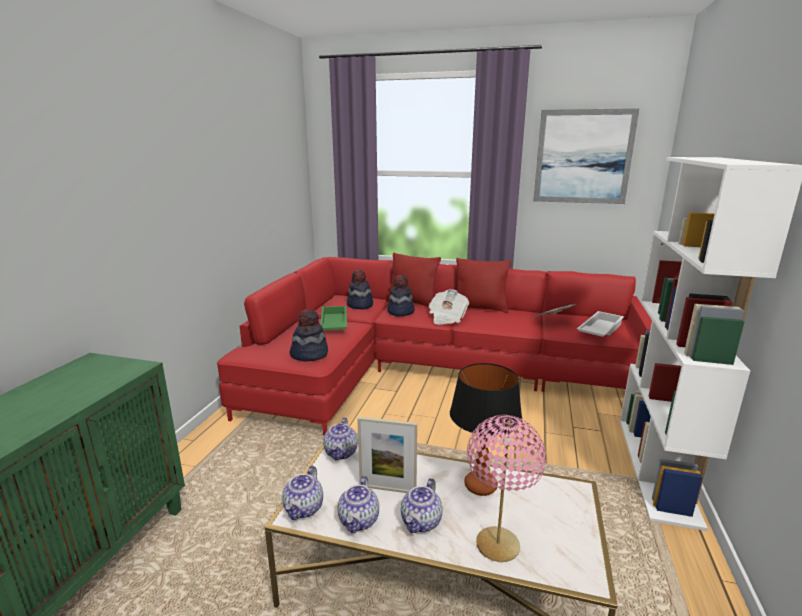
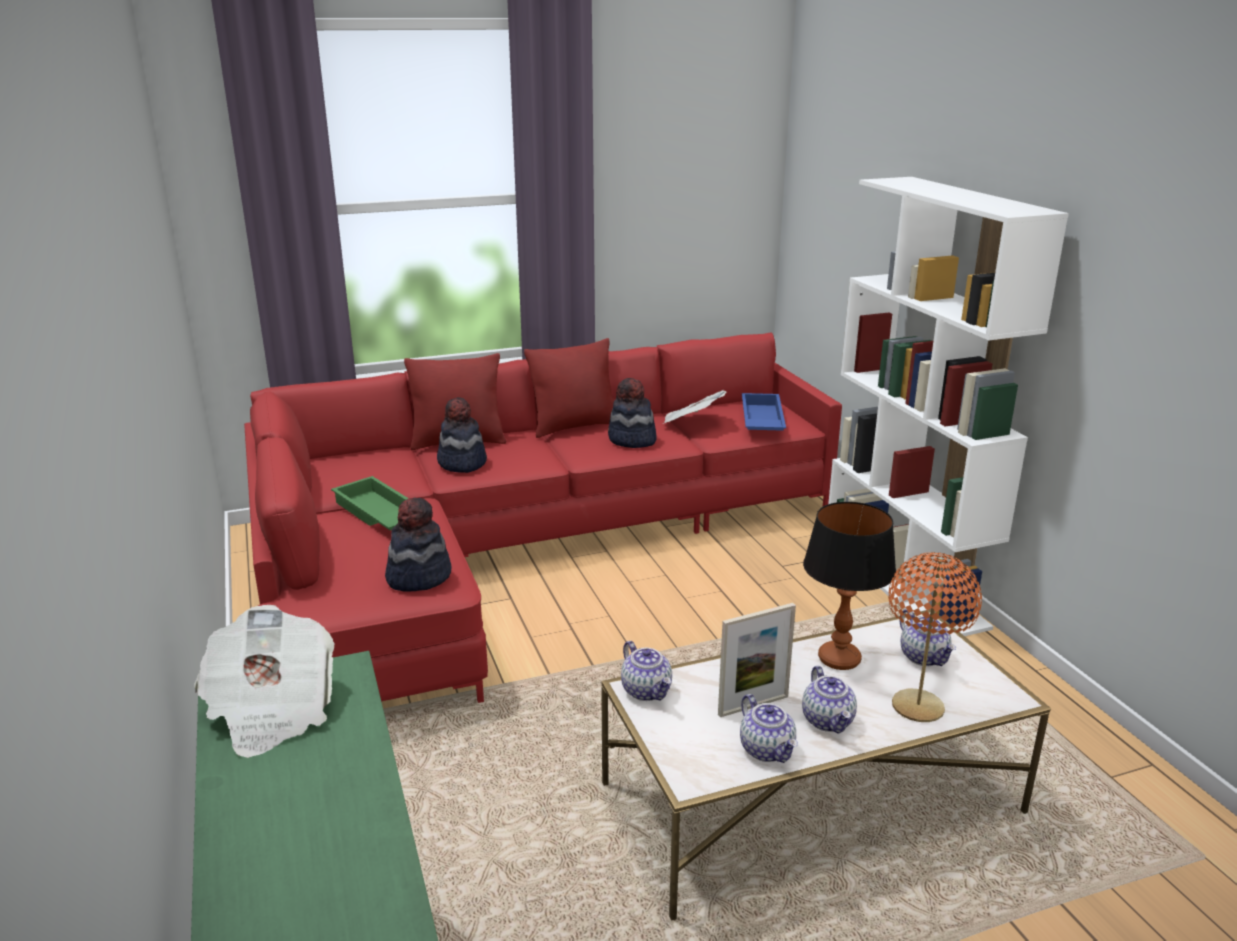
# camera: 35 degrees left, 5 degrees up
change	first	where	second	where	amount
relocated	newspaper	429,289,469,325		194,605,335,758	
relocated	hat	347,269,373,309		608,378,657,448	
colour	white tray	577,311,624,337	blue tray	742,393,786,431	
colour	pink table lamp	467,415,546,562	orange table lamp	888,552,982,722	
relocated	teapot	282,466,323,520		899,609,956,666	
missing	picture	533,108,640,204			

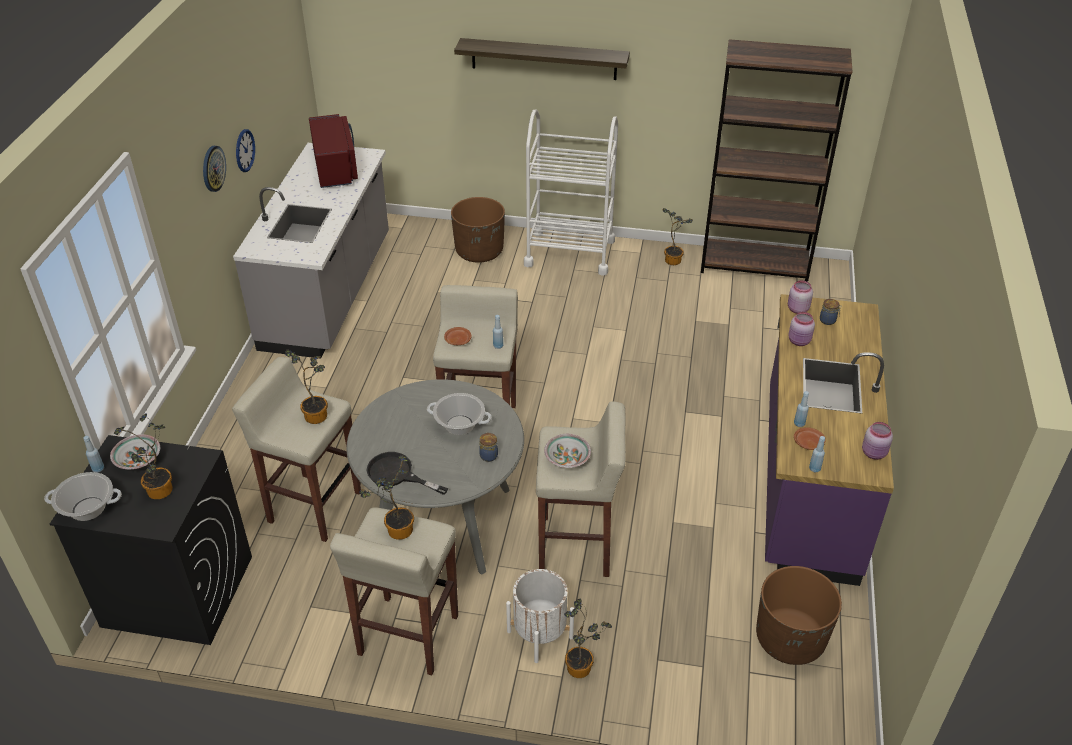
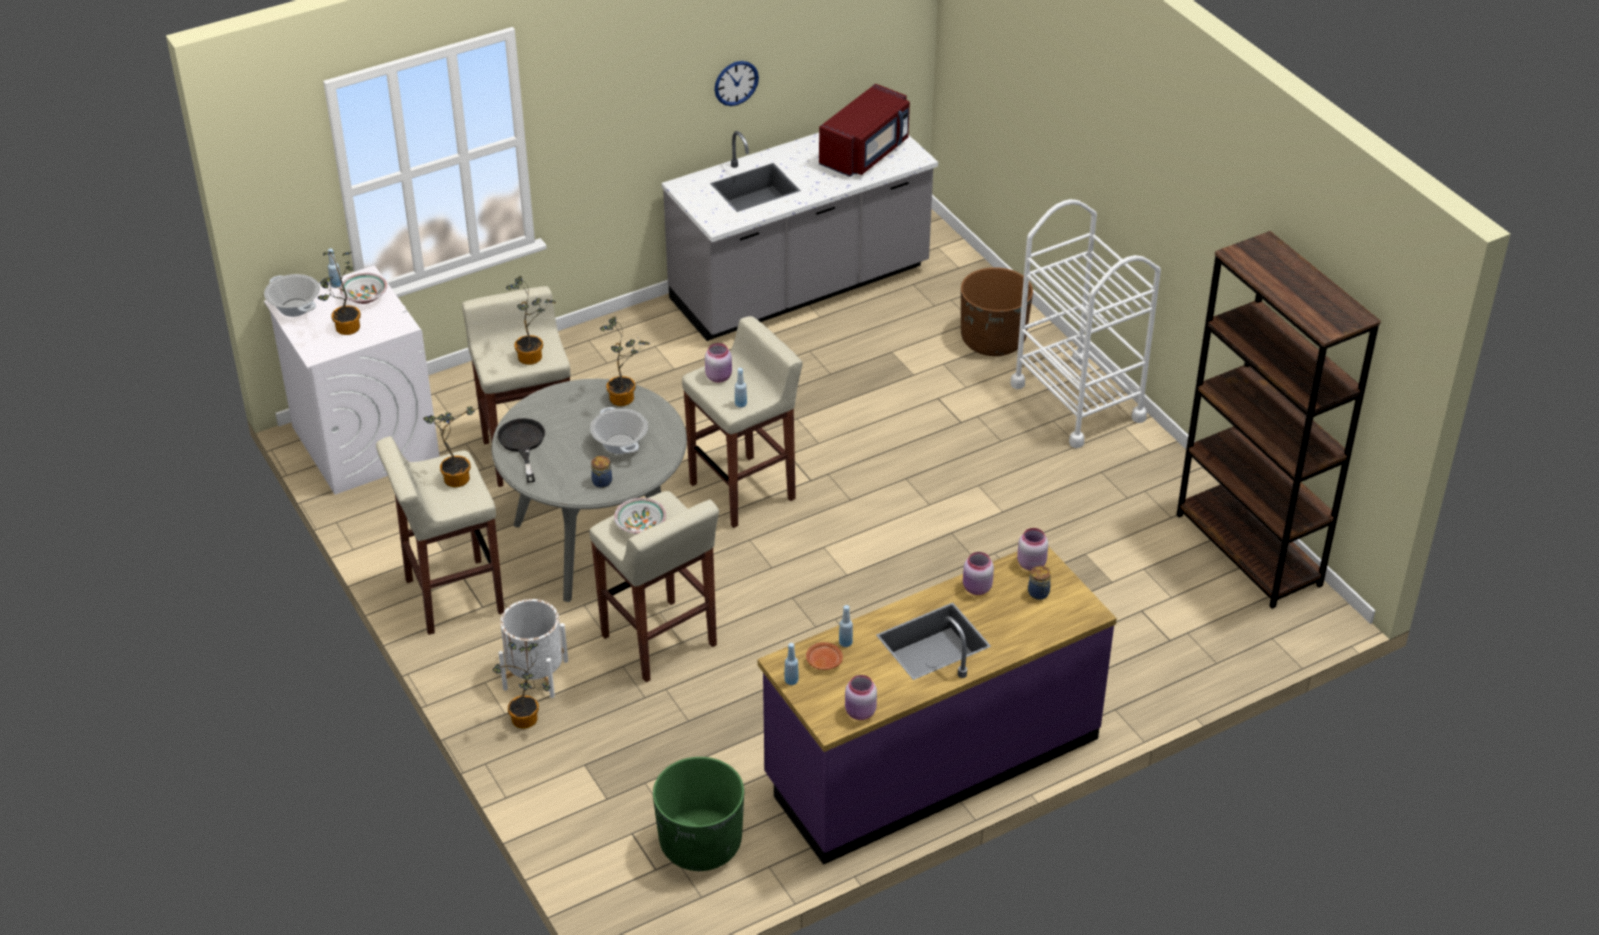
# camera: 50 degrees right, 0 degrees up
change	first	where	second	where	amount
colour	black washing machine	50,435,252,645	white washing machine	264,266,440,495	
relocated	potted plant	663,208,693,265		600,316,650,406	
colour	brown planter	756,566,842,665	green planter	653,757,744,871	
exchanged	brown plate	444,327,472,345	pink jar	705,343,732,383	
missing	wall clock	203,146,226,192			
missing	shelf	454,38,630,80			

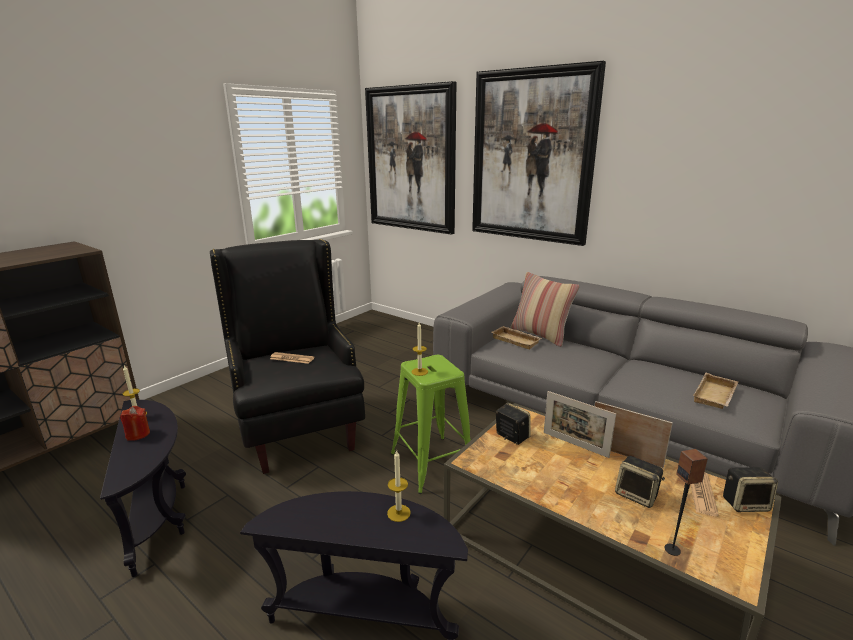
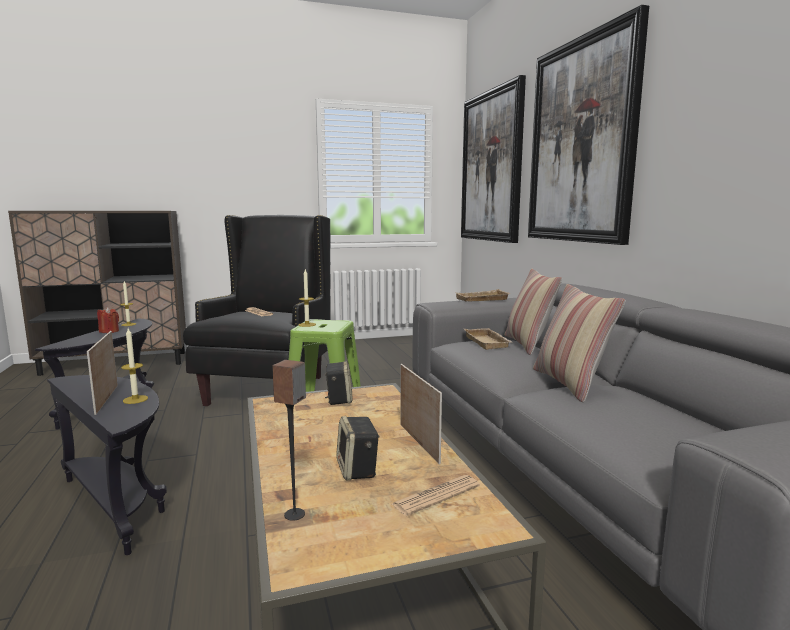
# camera: 35 degrees right, 10 degrees down
change	first	where	second	where	amount
relocated	picture frame	544,391,616,458		87,331,118,415	
relocated	beige tray	693,373,738,409		455,289,511,301	
appeared			pillow	533,284,625,403	
missing	speaker	723,467,778,512			

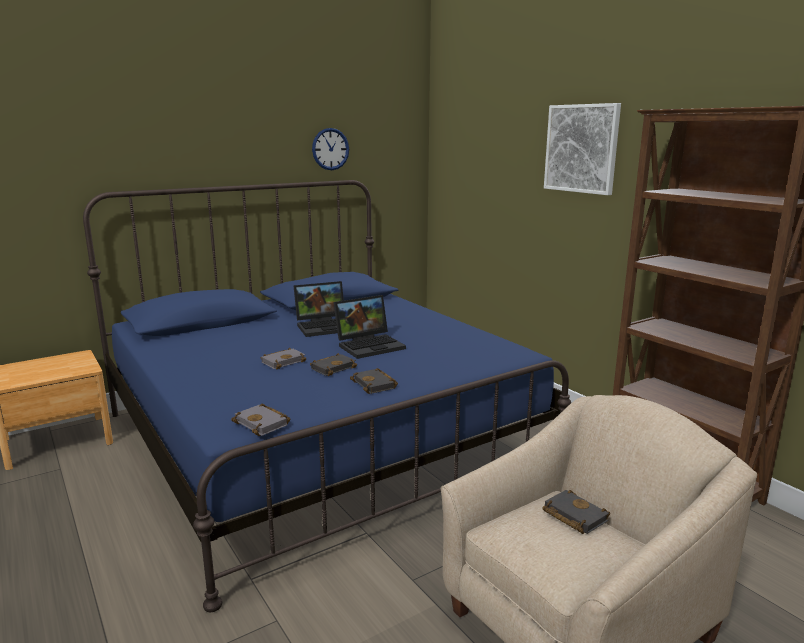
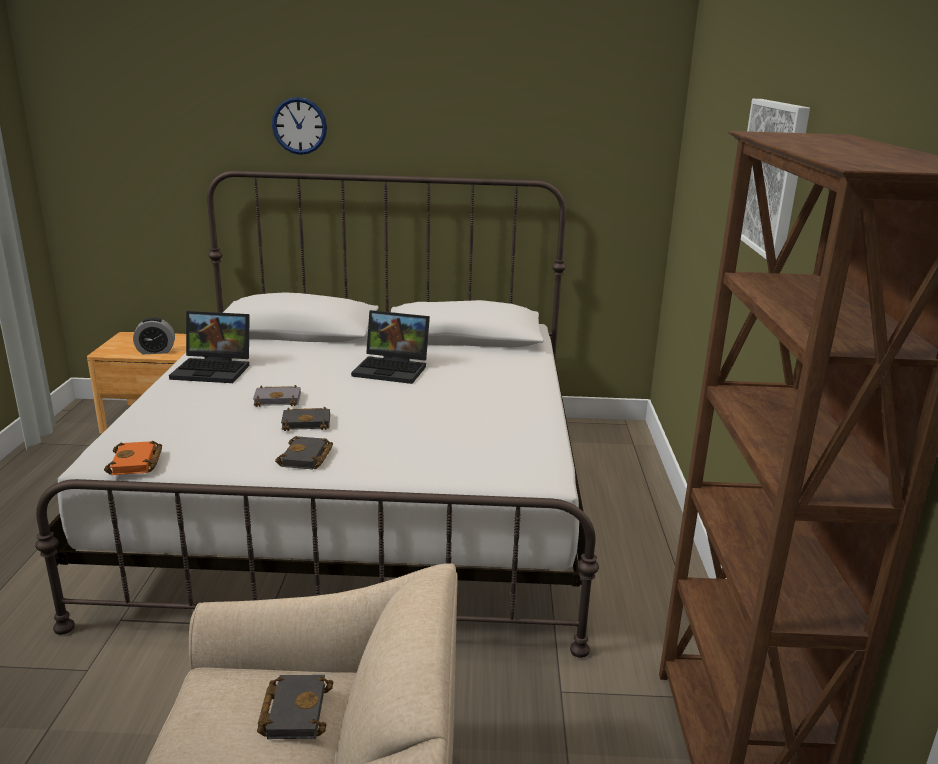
# camera: 35 degrees right, 5 degrees up
change	first	where	second	where	amount
colour	blue bed	83,180,571,612	white bed	35,171,599,658	
colour	grey book	231,404,290,436	orange book	104,441,162,475	
appeared			alarm clock	133,317,175,354	
relocated	laptop	333,295,406,359		169,311,250,383	
relocated	wall clock	312,128,349,170		272,97,327,155	

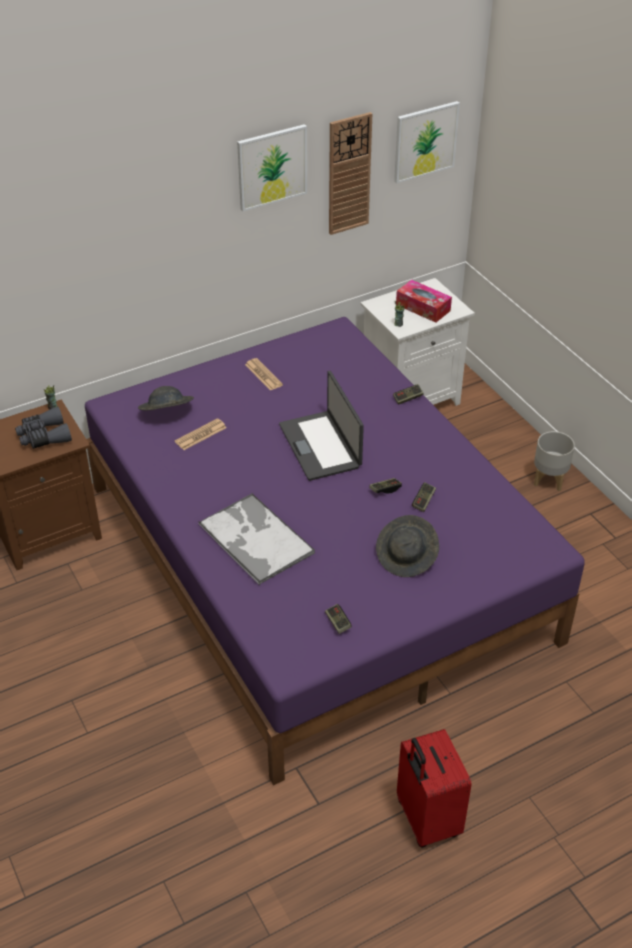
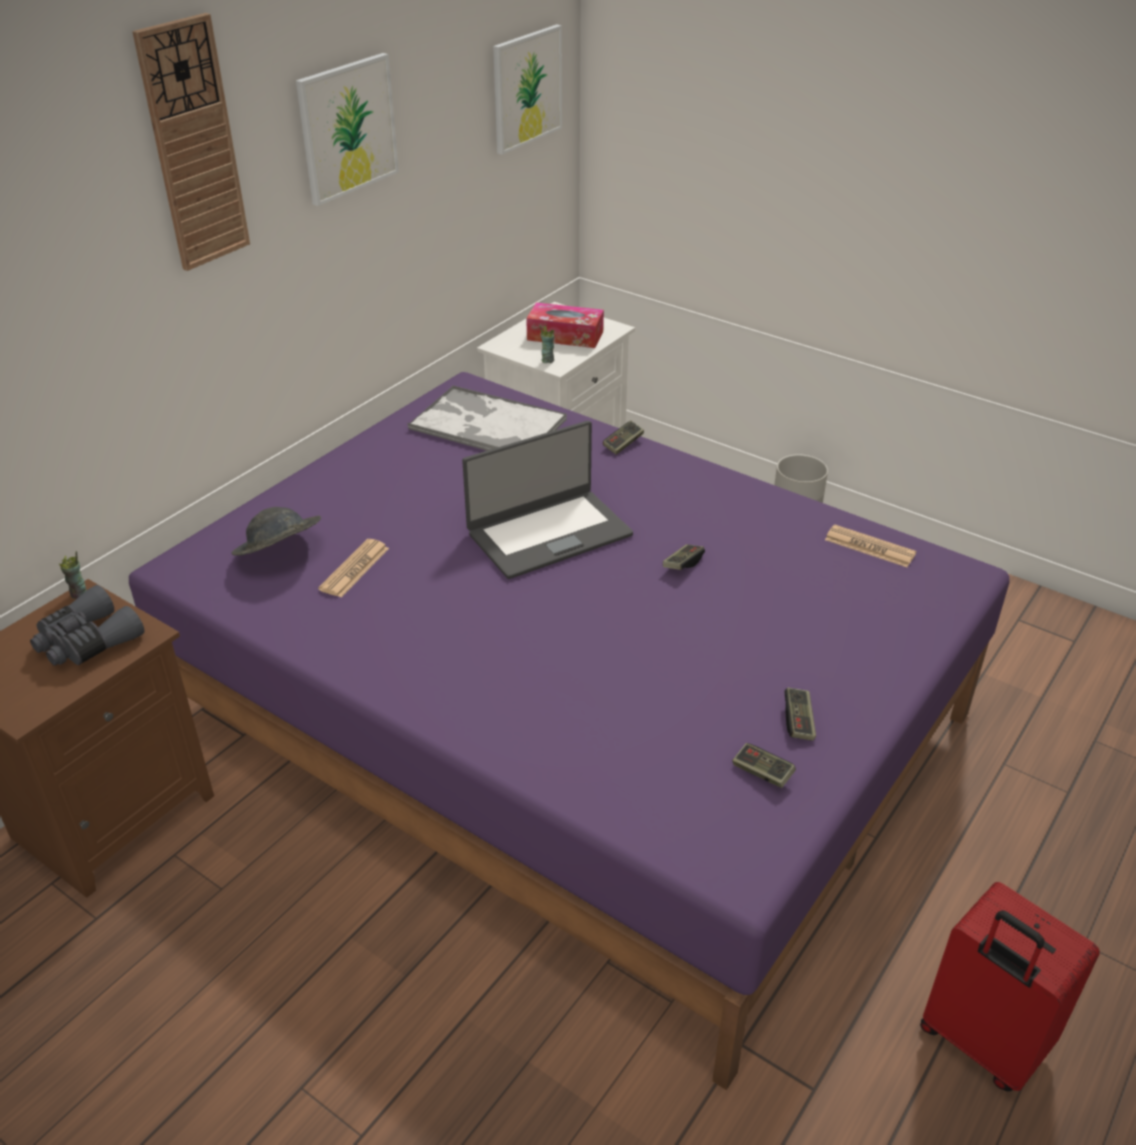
# camera: 25 degrees left, 5 degrees down
change	first	where	second	where	amount
relocated	wall clock	329,112,372,235		132,13,250,271	
relocated	tray	198,493,315,585		408,385,567,451	
spun	laptop	279,371,364,481		462,421,633,579	75 degrees counterclockwise
relocated	game controller	412,482,436,512		784,687,816,741	
relocated	newspaper	245,358,283,391		825,525,916,567	
missing	grey hat	376,515,439,577			

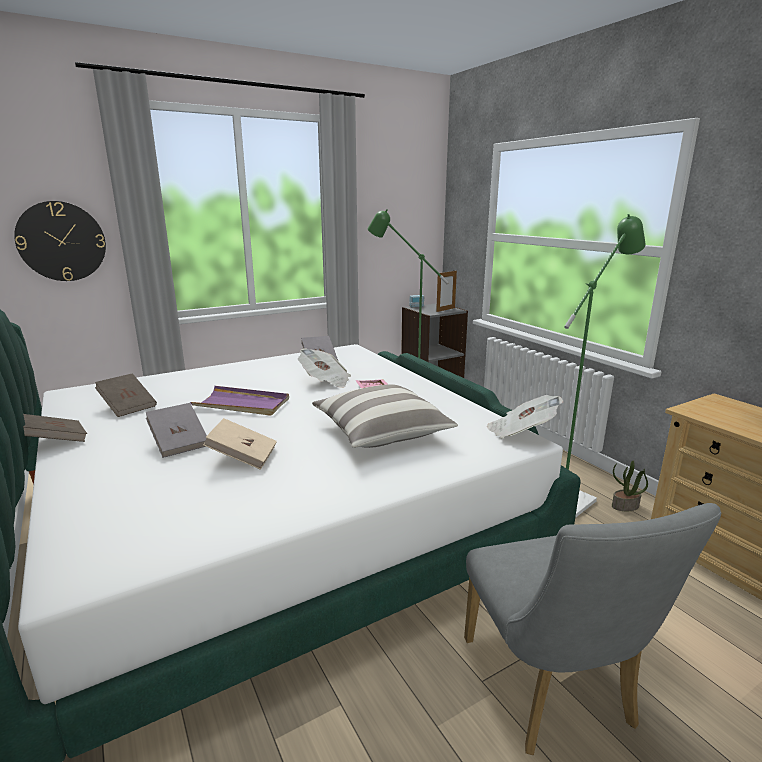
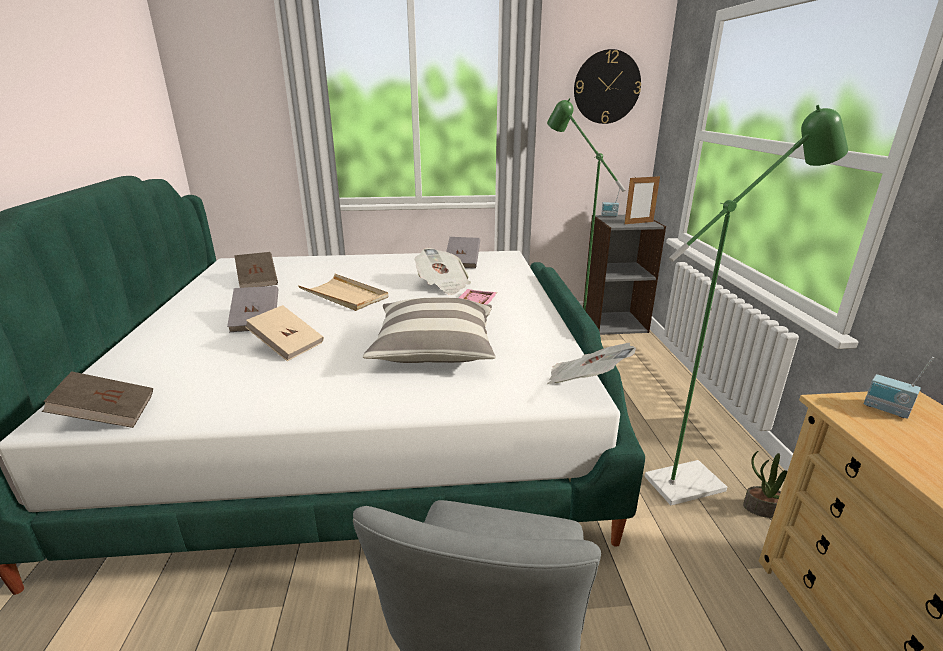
# camera: 25 degrees right, 5 degrees up
change	first	where	second	where	amount
relocated	brown book	23,414,87,442		42,371,153,428	
colour	purple tray	190,386,289,416	beige tray	298,274,388,311	
relocated	wall clock	14,201,106,281		574,49,641,124	
appeared			radio	864,357,934,419	

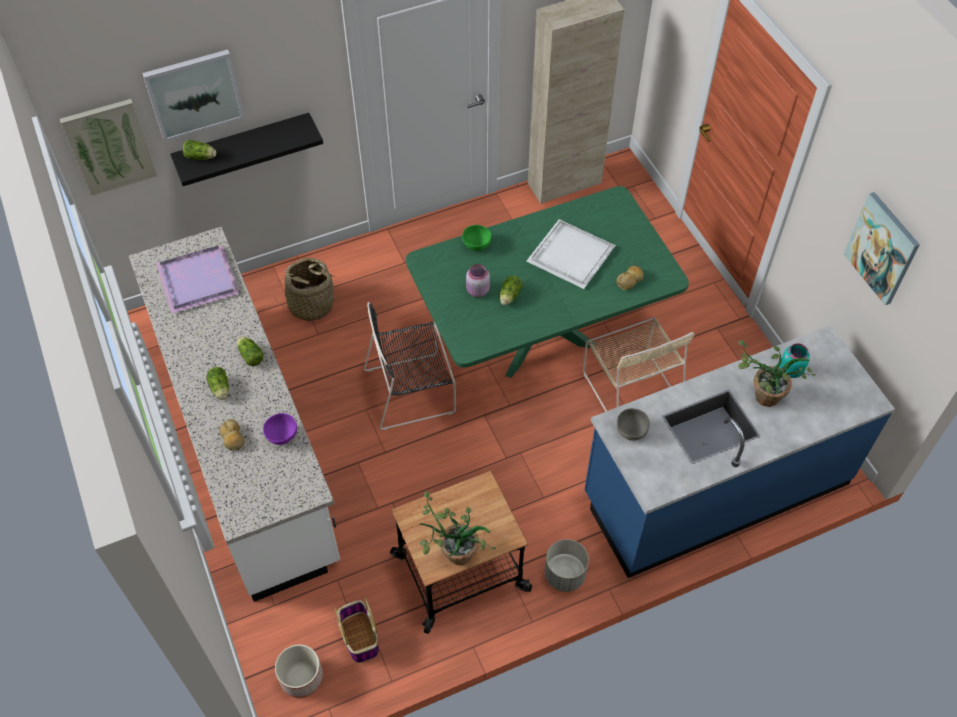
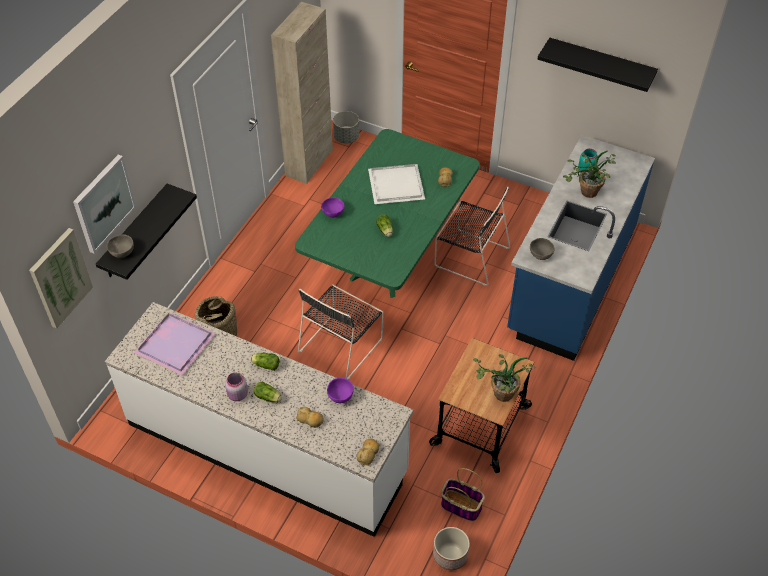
# camera: 40 degrees left, 5 degrees down
change	first	where	second	where	amount
exchanged	lettuce	183,140,216,160	grey bowl	107,234,134,258	
relocated	pink jar	466,264,490,297		225,373,248,401	
colour	green bowl	462,225,491,251	purple bowl	321,198,345,218	
relocated	grey planter	545,539,589,592		333,111,359,143	
appeared			bread	357,439,379,466	
colour	beige chair	583,317,694,412	black chair	434,187,510,286	
exchanged	picture	844,192,920,305	black shelf	537,38,658,92	

